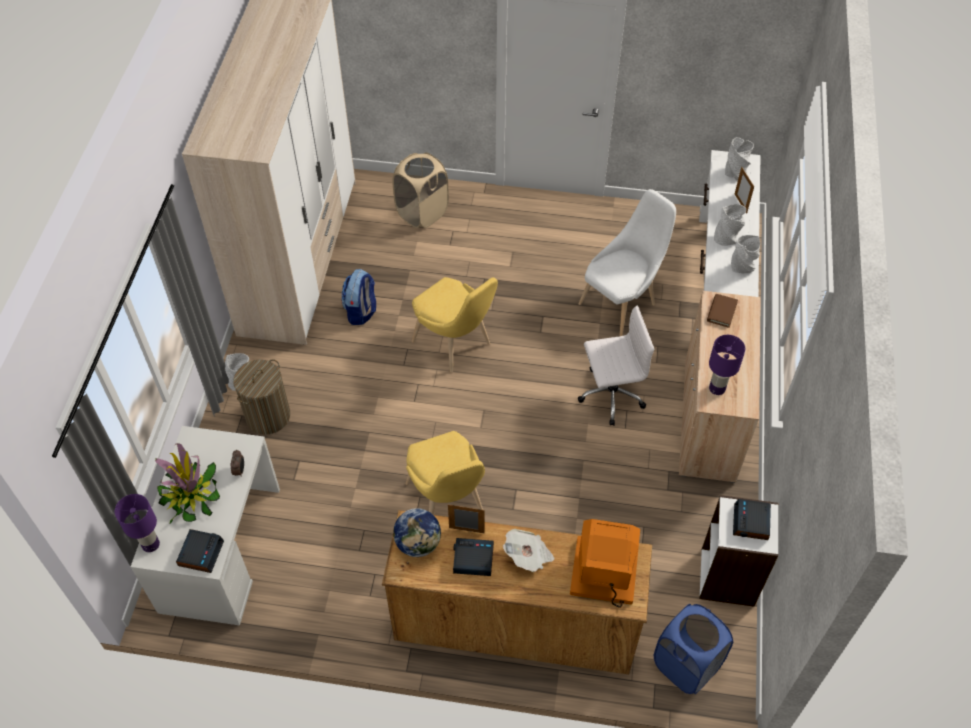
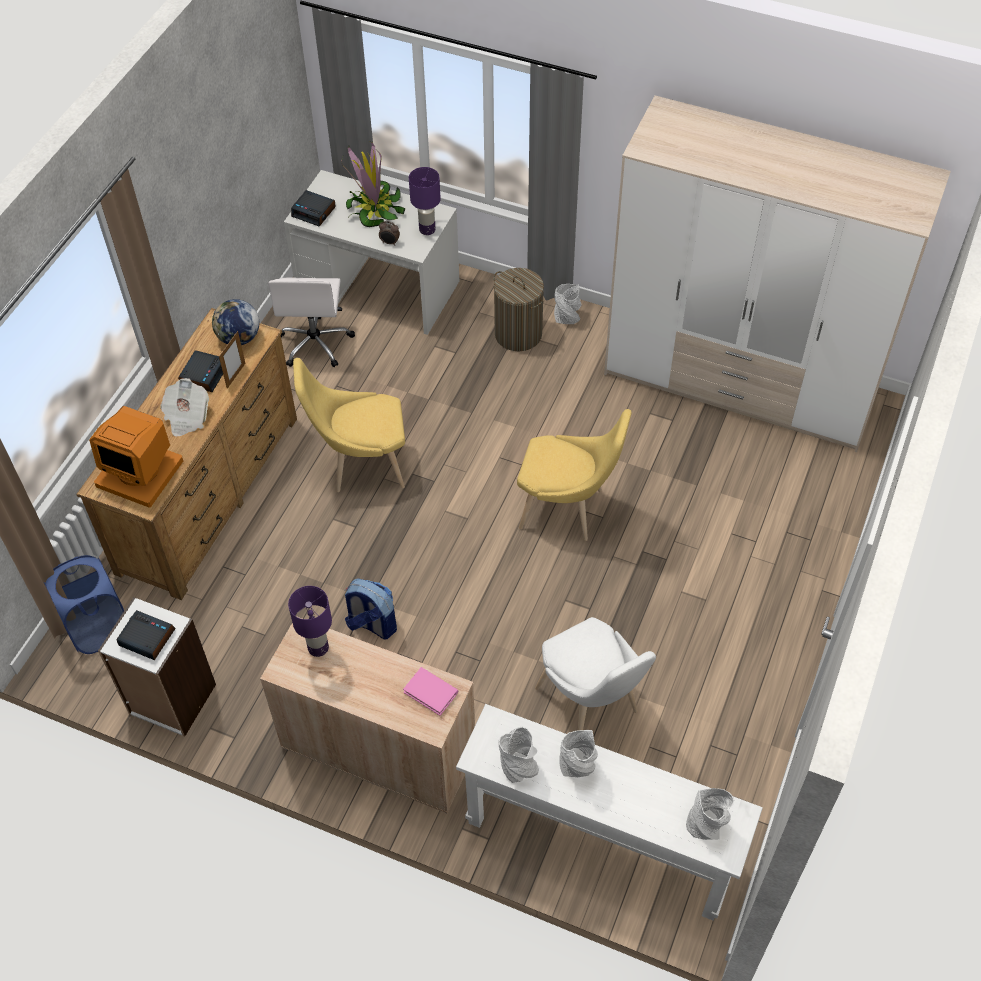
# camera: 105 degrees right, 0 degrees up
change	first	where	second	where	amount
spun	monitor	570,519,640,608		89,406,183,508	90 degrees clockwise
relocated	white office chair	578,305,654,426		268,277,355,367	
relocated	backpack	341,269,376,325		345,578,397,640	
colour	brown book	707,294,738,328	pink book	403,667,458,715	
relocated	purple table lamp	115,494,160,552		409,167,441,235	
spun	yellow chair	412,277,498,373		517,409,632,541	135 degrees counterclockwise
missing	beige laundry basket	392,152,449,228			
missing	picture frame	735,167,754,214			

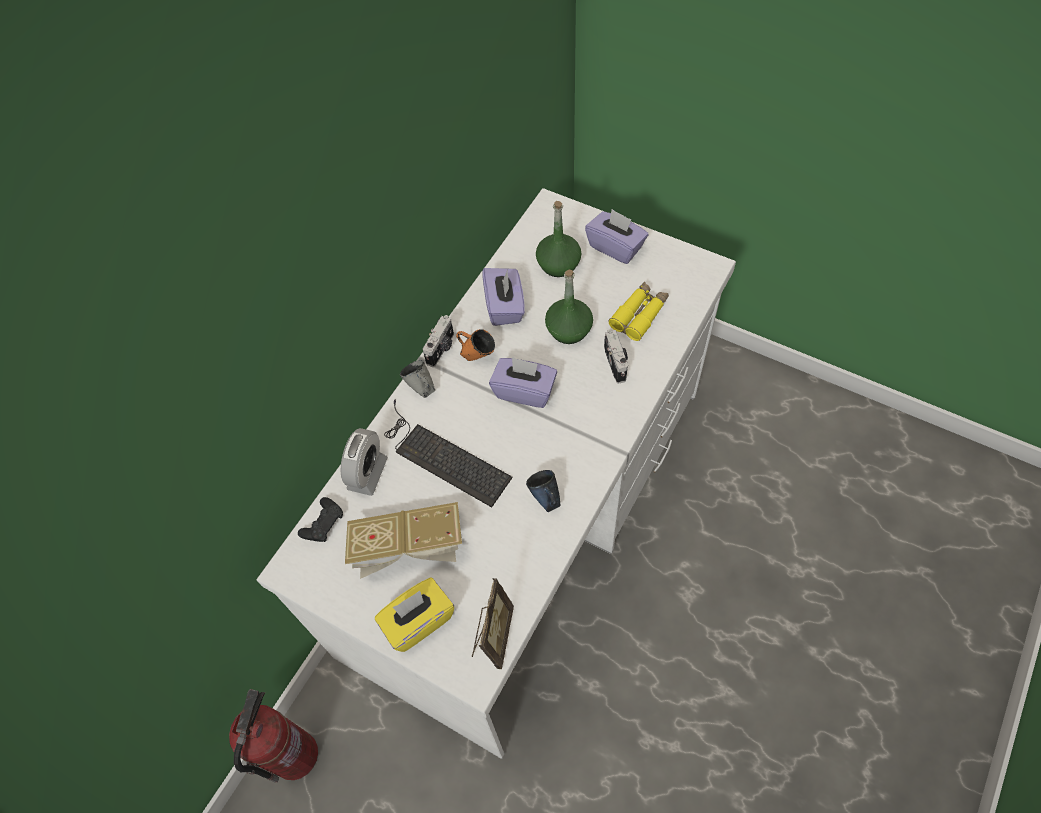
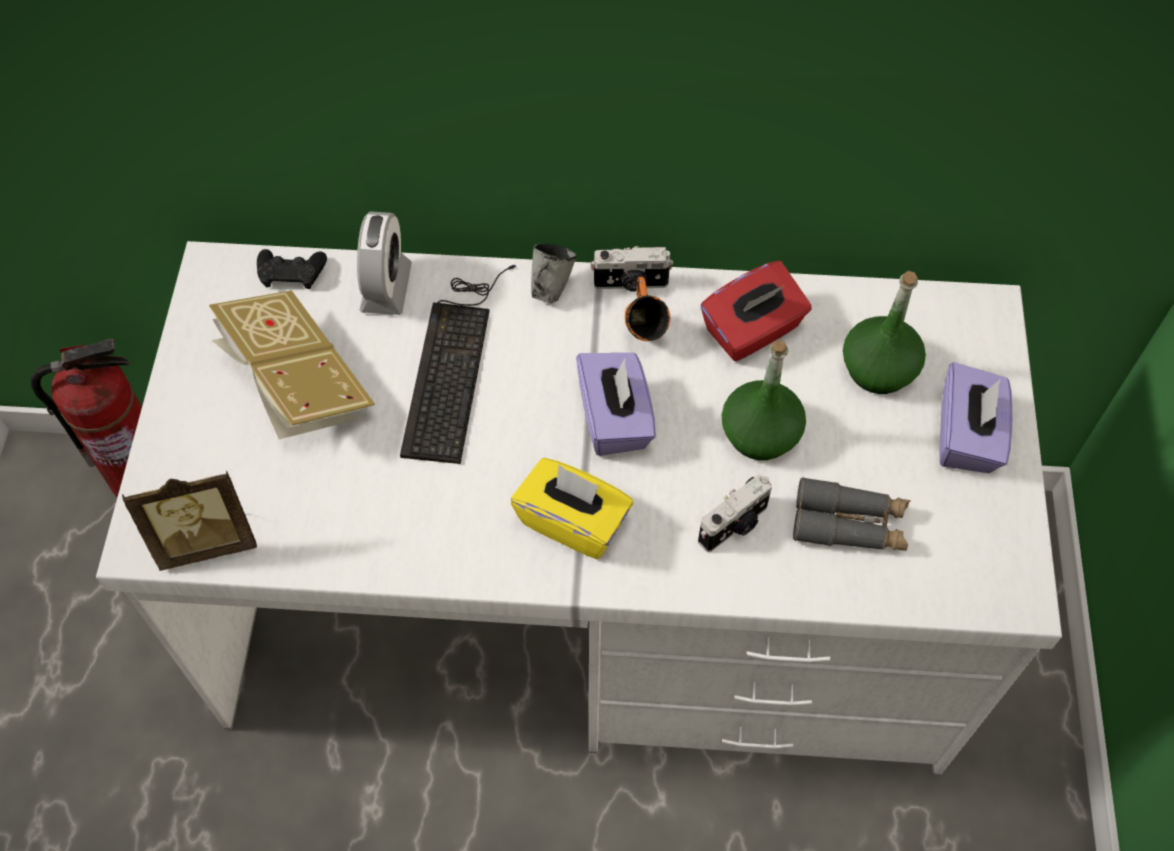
# camera: 60 degrees right, 0 degrees up
change	first	where	second	where	amount
spun	alarm clock	341,428,388,496		357,211,412,315	75 degrees counterclockwise
relocated	yellow tissue box	375,577,454,652		511,458,633,559	
colour	purple tissue box	483,268,525,326	red tissue box	701,261,812,362	
colour	yellow binoculars	609,282,669,341	grey binoculars	793,477,911,551	
missing	blue mug	526,470,561,512			

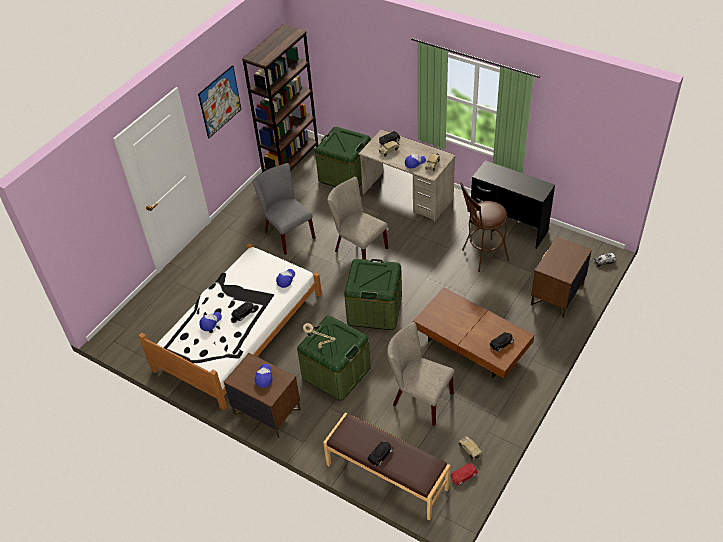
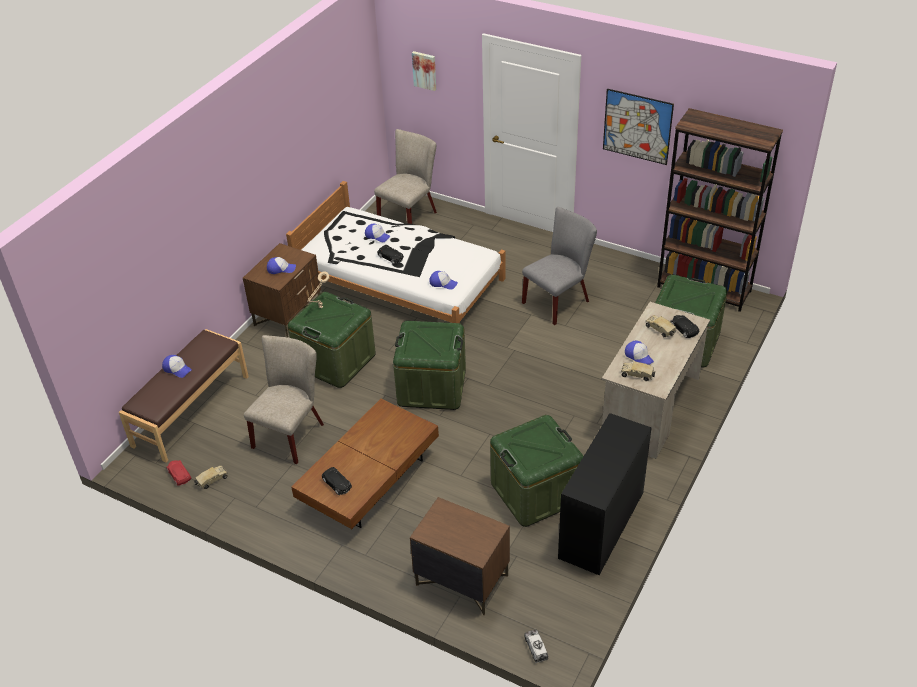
# camera: 85 degrees right, 5 degrees down
change	first	where	second	where	amount
exchanged	black toy car	368,441,393,466	cap	162,355,192,378	
relocated	beige chair	327,177,388,260		374,129,437,224	
appeared			picture	412,51,436,91	
exchanged	brown stool	460,183,509,272	green storage box	490,415,583,527	

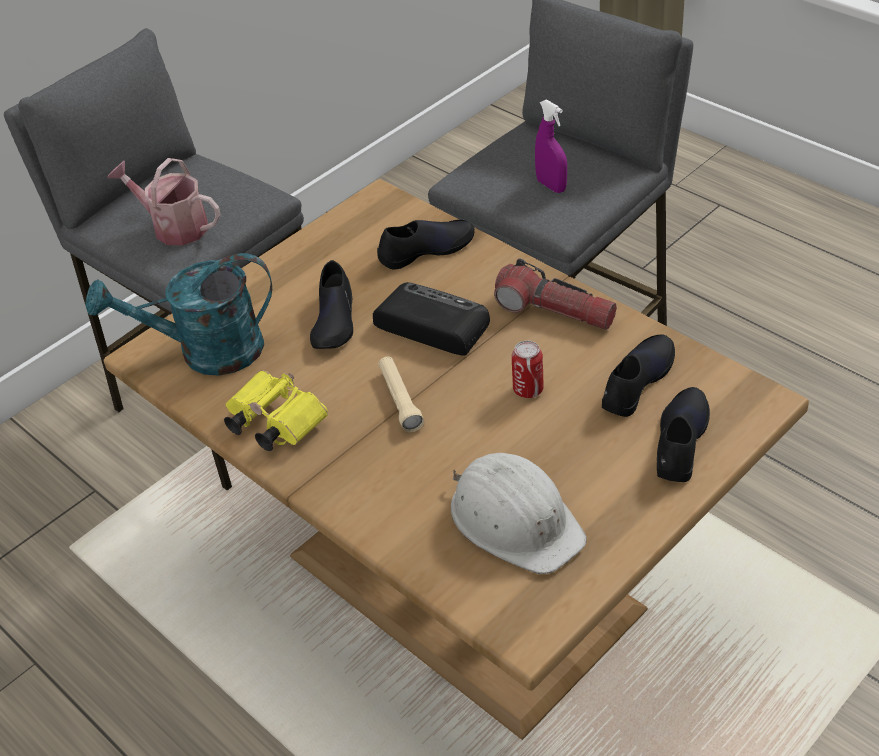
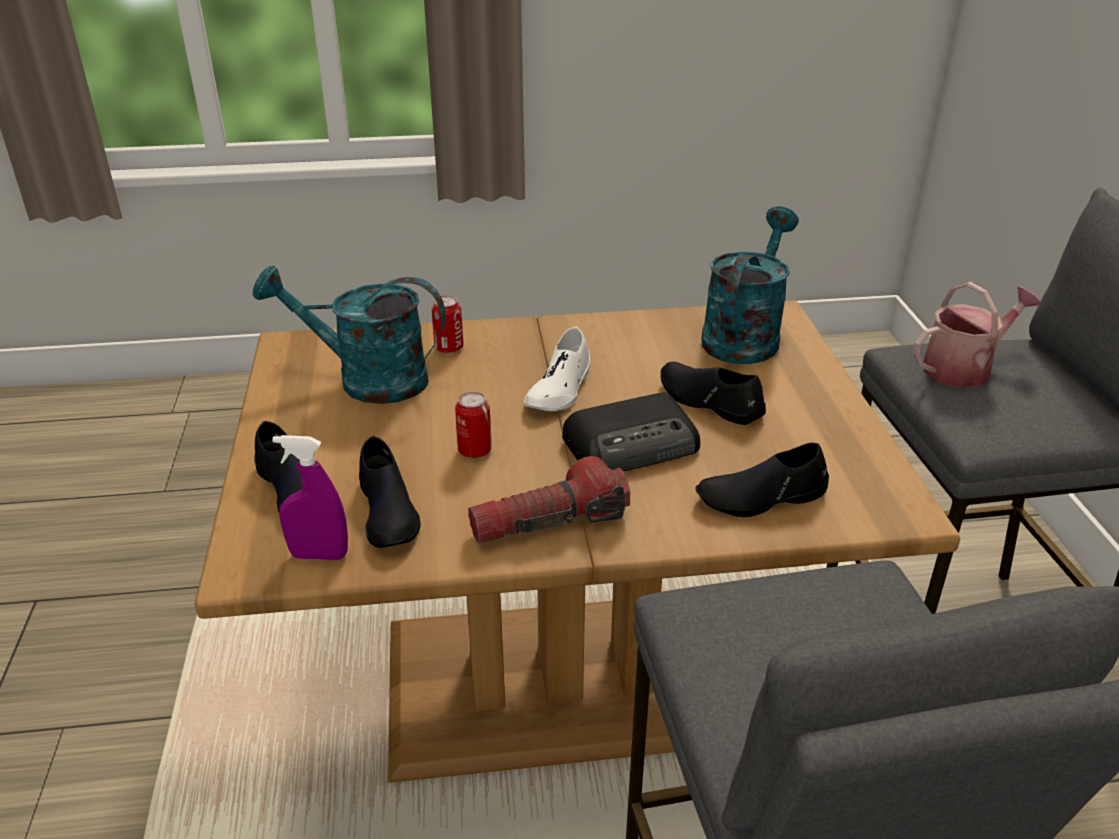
# camera: 125 degrees right, 10 degrees down
change	first	where	second	where	amount
exchanged	white hard hat	451,453,587,574	turquoise watering can	253,266,445,404	
relocated	purple spray bottle	535,99,567,193		272,435,348,560	
appeared			can	432,295,464,353	
exchanged	beige flashlight	378,357,424,432	white shoe	524,326,590,411	
spun	black shoe	377,220,475,270		695,443,829,517	60 degrees clockwise
missing	yellow binoculars	224,370,328,451			

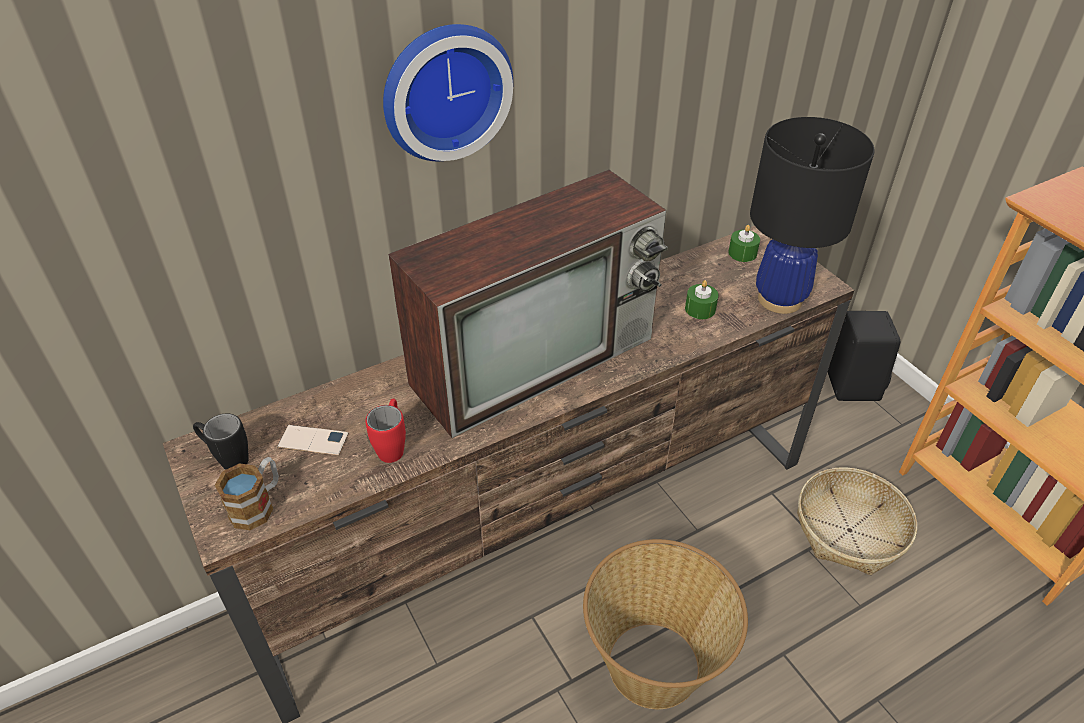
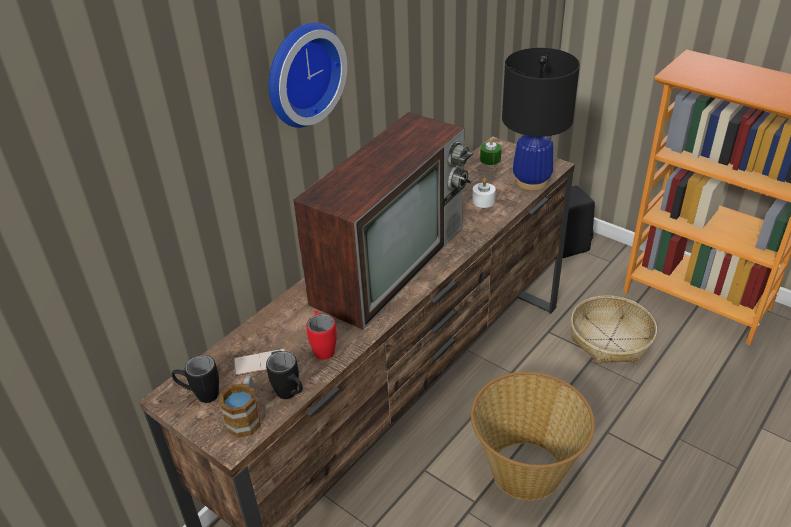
# camera: 20 degrees left, 5 degrees down
change	first	where	second	where	amount
appeared			black mug	266,351,303,399	
colour	green candle	685,280,719,319	white candle	472,178,496,208	

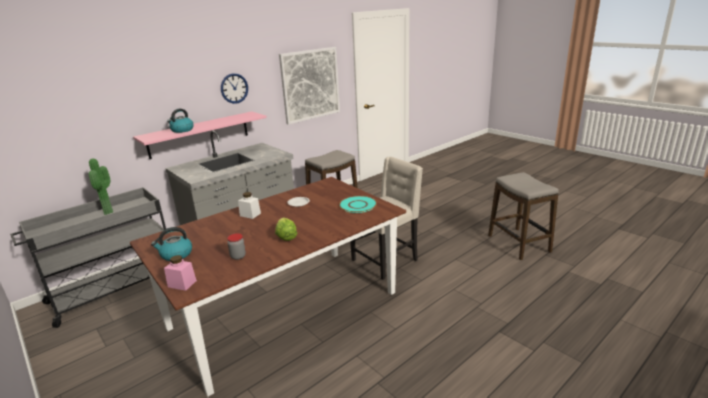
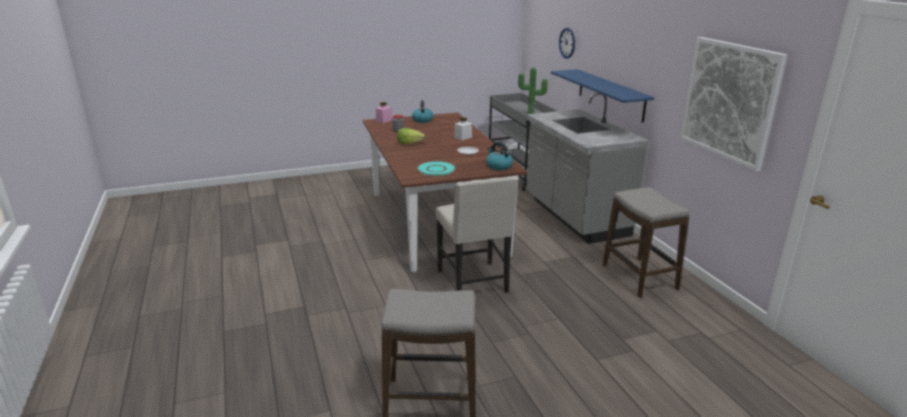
# camera: 110 degrees right, 0 degrees up
change	first	where	second	where	amount
relocated	kettle	167,109,194,133		486,142,513,170	
colour	pink shelf	133,111,267,159	blue shelf	551,69,654,123	
relocated	wall clock	221,73,248,104		559,28,575,59	

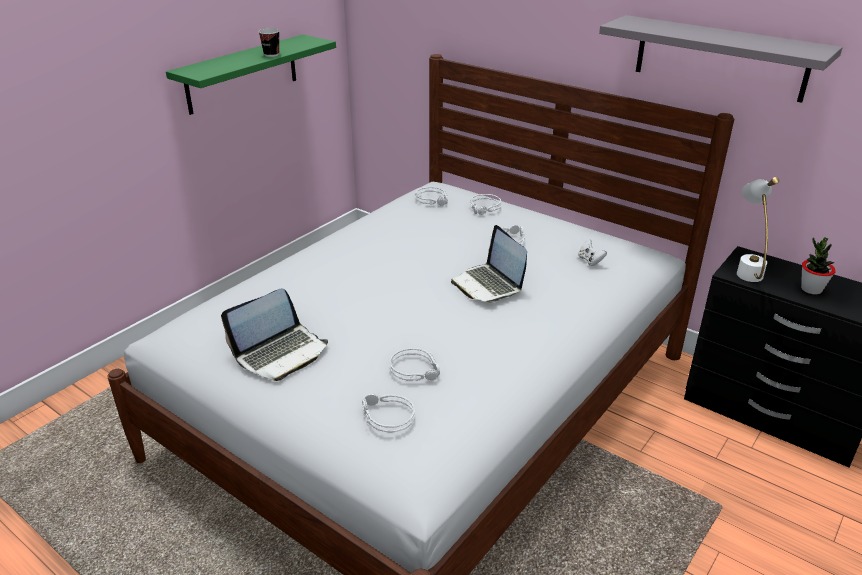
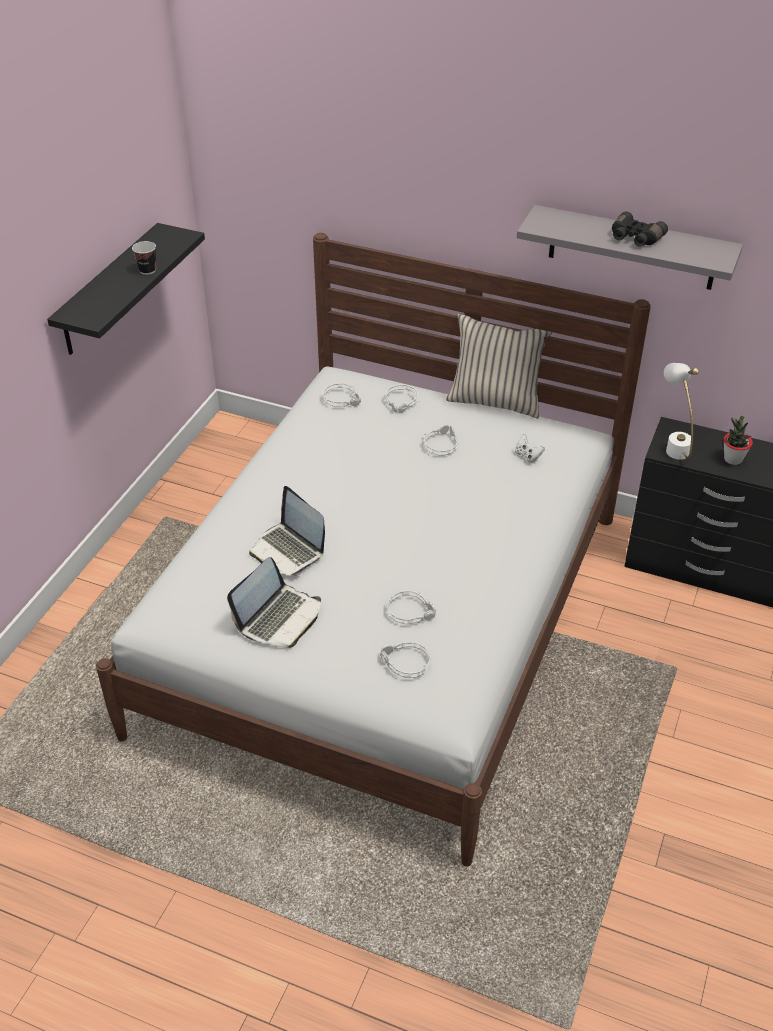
# camera: 15 degrees left, 10 degrees up
change	first	where	second	where	amount
colour	green shelf	166,34,336,115	black shelf	47,223,205,355	
relocated	laptop	451,225,527,303		249,486,325,576	
appeared			beige pillow	446,314,552,418	
appeared			black binoculars	612,211,668,247	

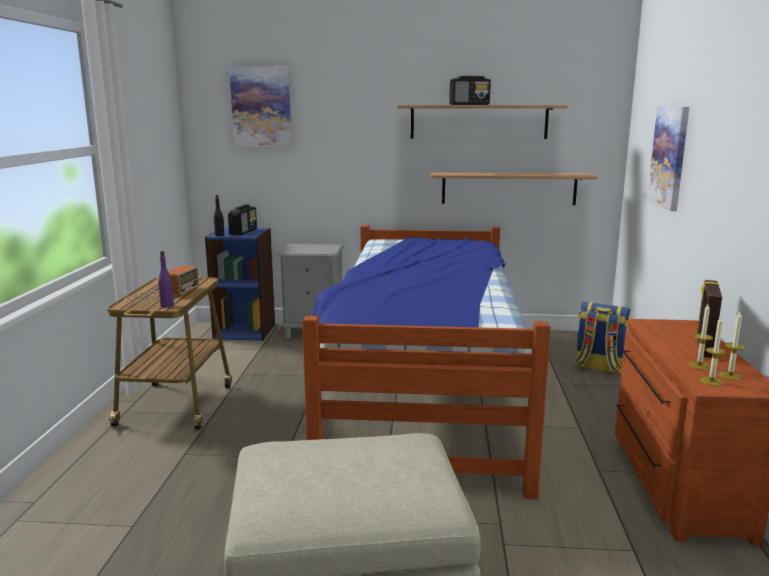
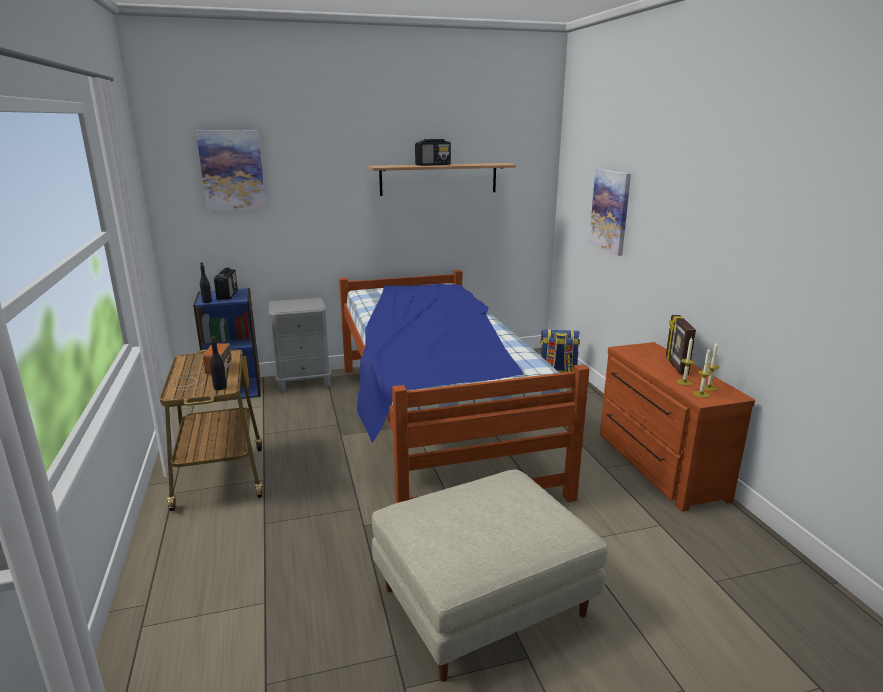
# camera: 20 degrees left, 5 degrees up
change	first	where	second	where	amount
colour	purple bottle	158,251,174,307	black bottle	210,336,227,390	
missing	shelf	431,172,597,205			

